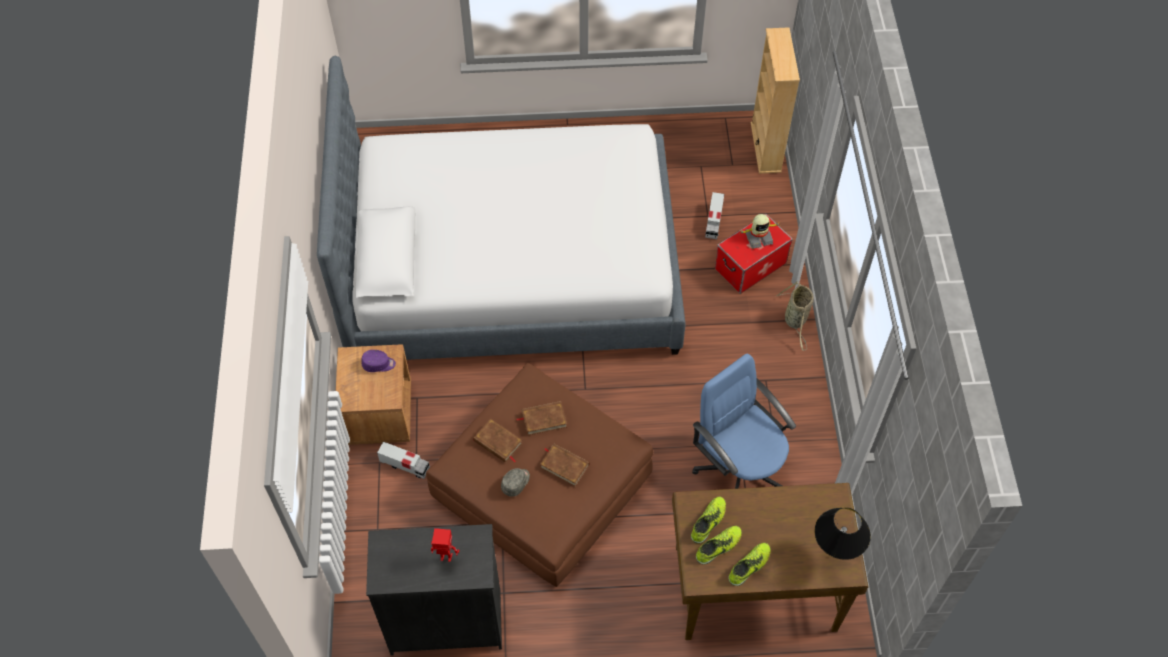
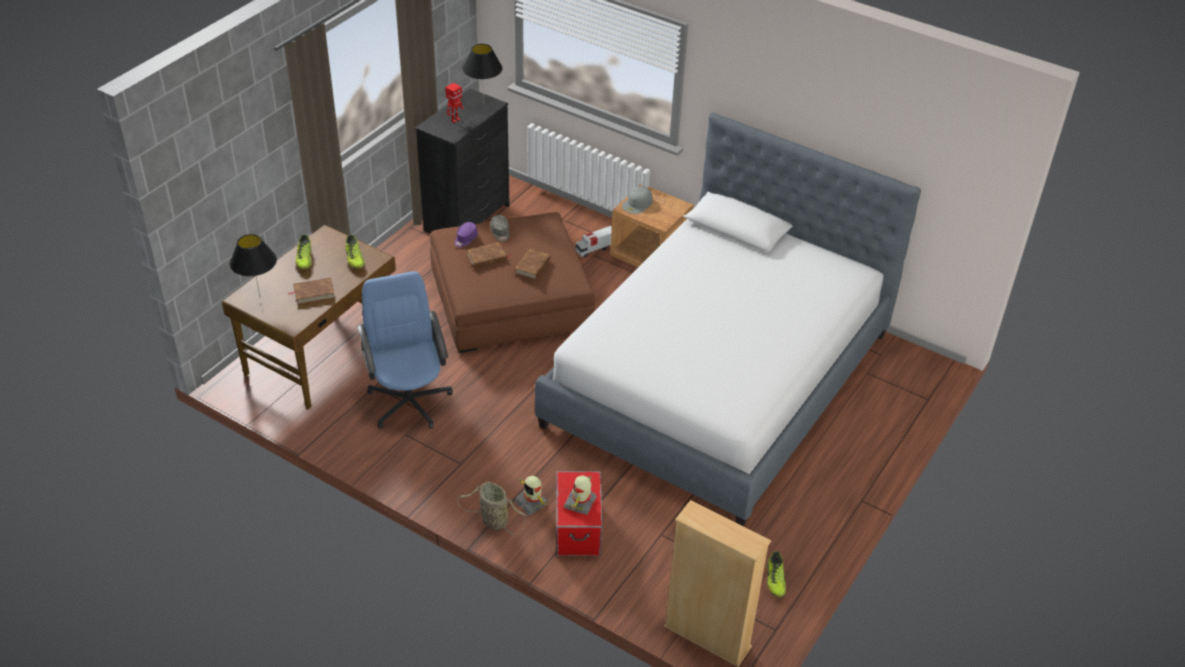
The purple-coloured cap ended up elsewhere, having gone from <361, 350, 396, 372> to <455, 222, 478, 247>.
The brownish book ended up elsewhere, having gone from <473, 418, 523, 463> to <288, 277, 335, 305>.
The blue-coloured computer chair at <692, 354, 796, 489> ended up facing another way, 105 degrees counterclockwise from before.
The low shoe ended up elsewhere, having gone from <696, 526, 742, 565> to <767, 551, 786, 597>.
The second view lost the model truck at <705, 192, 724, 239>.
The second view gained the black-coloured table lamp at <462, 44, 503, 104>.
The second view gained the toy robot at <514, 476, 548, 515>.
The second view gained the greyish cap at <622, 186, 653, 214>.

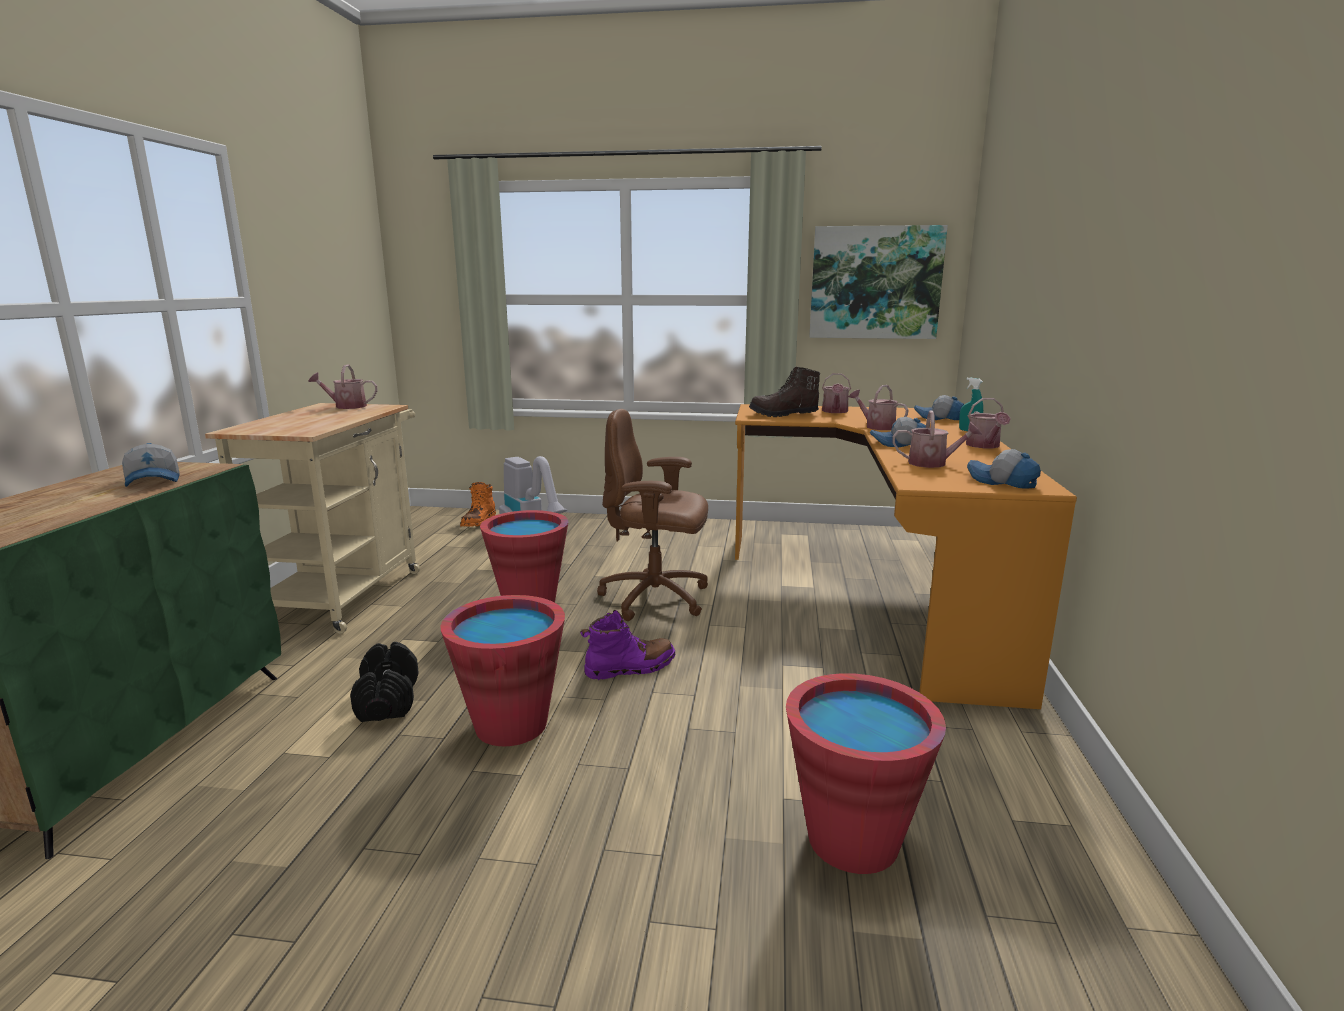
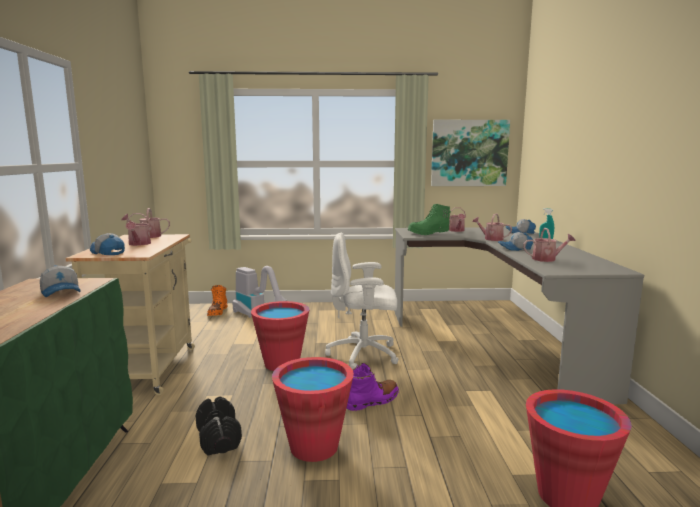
What was the brownish computer chair at <597, 409, 708, 621> turned into the white-coloured computer chair at <325, 233, 399, 369>.
What was the orangey desk table at <735, 404, 1077, 709> turned into the greyish desk table at <394, 227, 644, 404>.
What was the brownish tall boot at <749, 366, 820, 417> turned into the green tall boot at <408, 204, 451, 235>.
The watering can ended up elsewhere, having gone from <966, 398, 1011, 448> to <125, 213, 151, 246>.
The cap ended up elsewhere, having gone from <967, 449, 1041, 489> to <90, 233, 125, 255>.

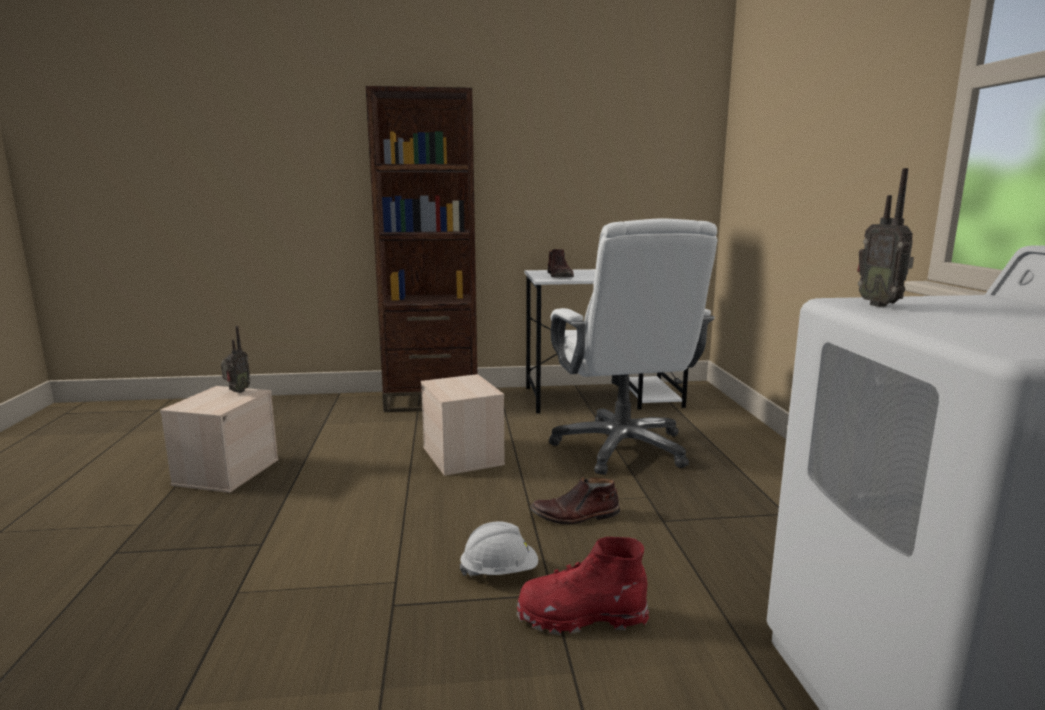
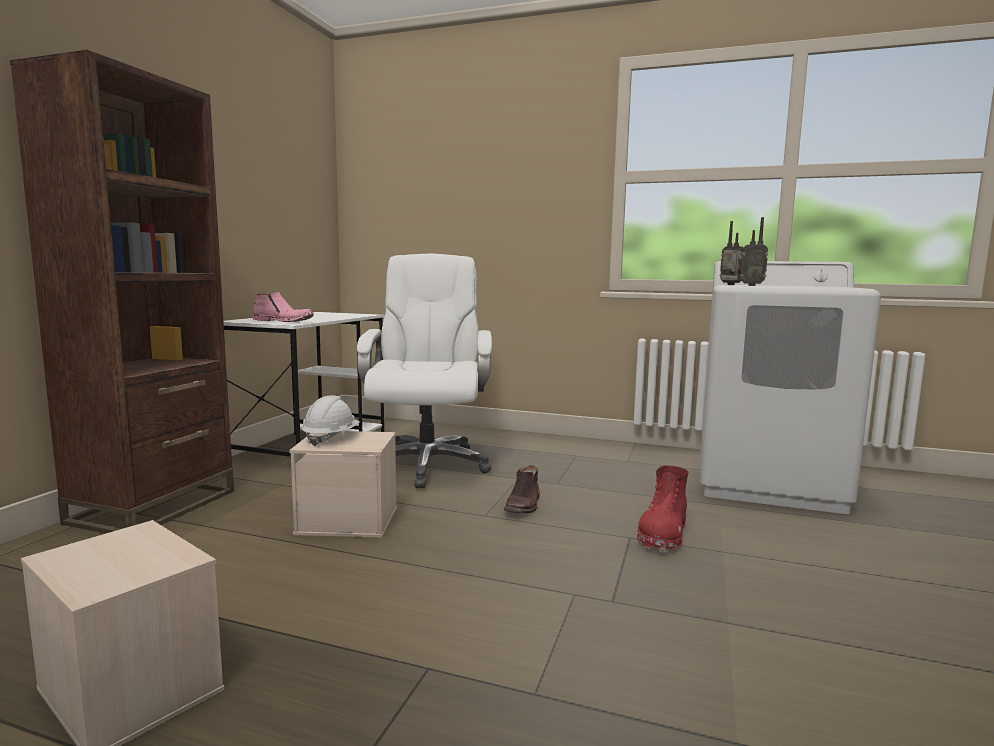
The radio ended up elsewhere, having gone from <221, 326, 251, 393> to <720, 221, 743, 285>.
The white-coloured hard hat ended up elsewhere, having gone from <460, 521, 538, 576> to <302, 395, 360, 446>.
What was the brownish tall boot at <548, 249, 574, 278> turned into the pink tall boot at <253, 292, 314, 322>.
The white-coloured computer chair at <549, 218, 717, 475> ended up facing another way, 105 degrees counterclockwise from before.

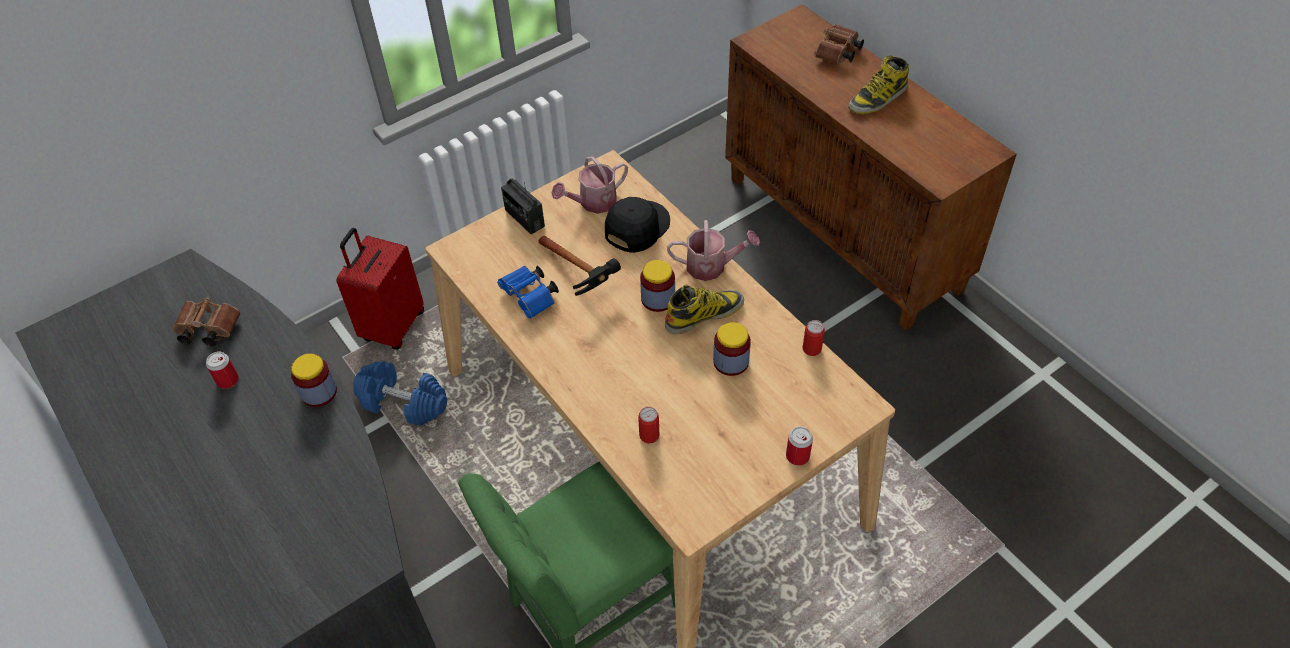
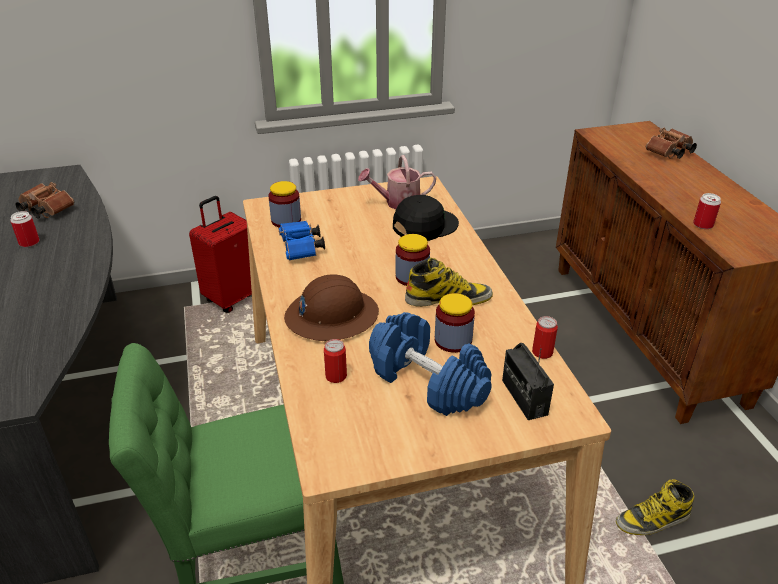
The jar ended up elsewhere, having gone from <291, 354, 337, 407> to <268, 181, 301, 228>.
The blue-coloured dumbbell ended up elsewhere, having gone from <353, 361, 447, 426> to <369, 312, 492, 416>.
The radio ended up elsewhere, having gone from <501, 178, 545, 235> to <502, 343, 554, 420>.
The second view lost the hammer at <539, 236, 621, 296>.
The second view lost the watering can at <667, 220, 760, 281>.
The metal can ended up elsewhere, having gone from <786, 426, 813, 466> to <693, 193, 721, 229>.
The tall boot ended up elsewhere, having gone from <848, 55, 909, 114> to <616, 479, 695, 535>.
The second view gained the brownish hard hat at <284, 274, 379, 341>.

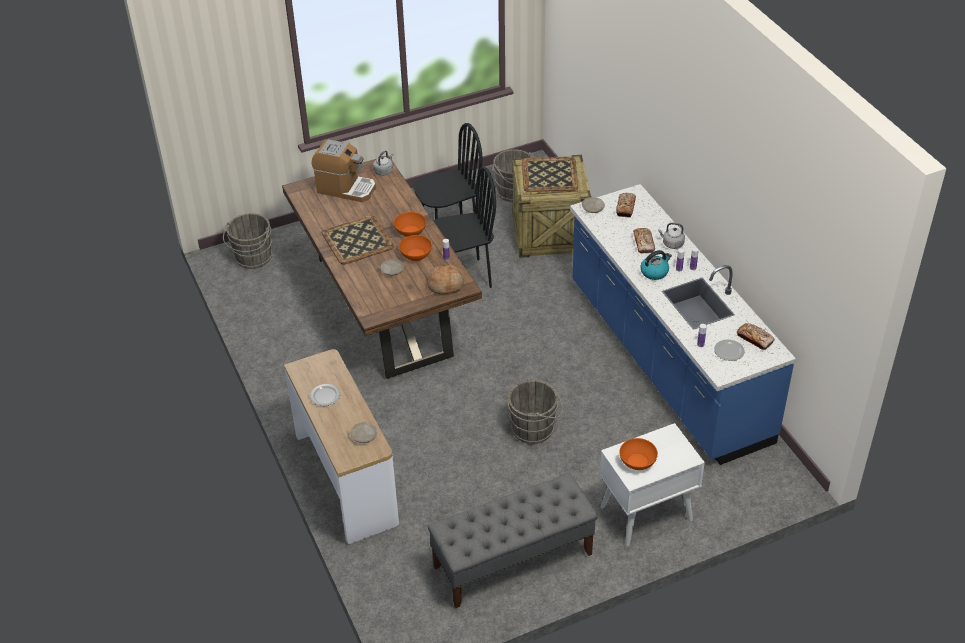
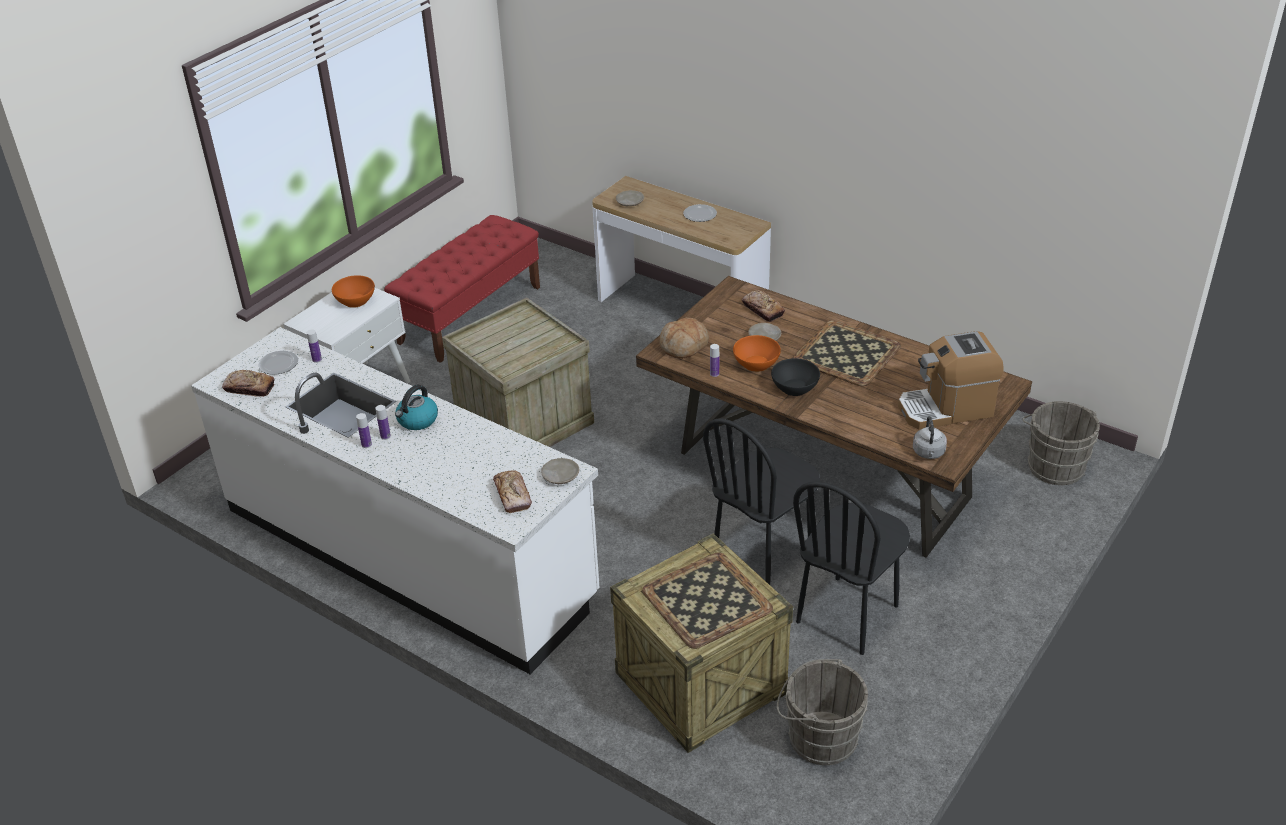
What was the orangey serving bowl at <394, 212, 426, 237> turned into the black-coloured serving bowl at <771, 358, 820, 396>.
What was the greyish indoor bench at <428, 473, 598, 608> turned into the red-coloured indoor bench at <384, 215, 540, 363>.
Where the greyish bucket stood at <508, 378, 563, 444>, the shipping crate came to stand at <442, 297, 594, 447>.
What was the blue-coloured kitchen base unit at <570, 184, 796, 465> turned into the white-coloured kitchen base unit at <191, 327, 599, 674>.
The baked bread ended up elsewhere, having gone from <633, 228, 655, 254> to <742, 290, 785, 322>.
The second view lost the greyish tea kettle at <658, 223, 685, 249>.

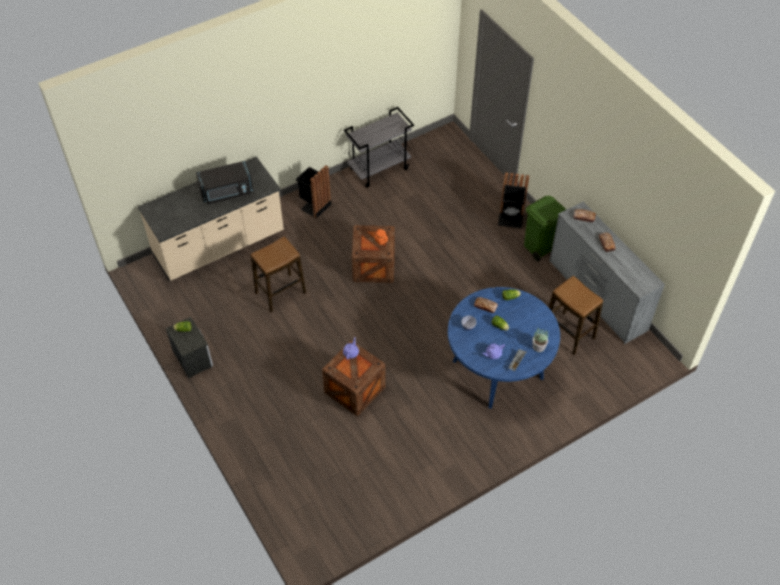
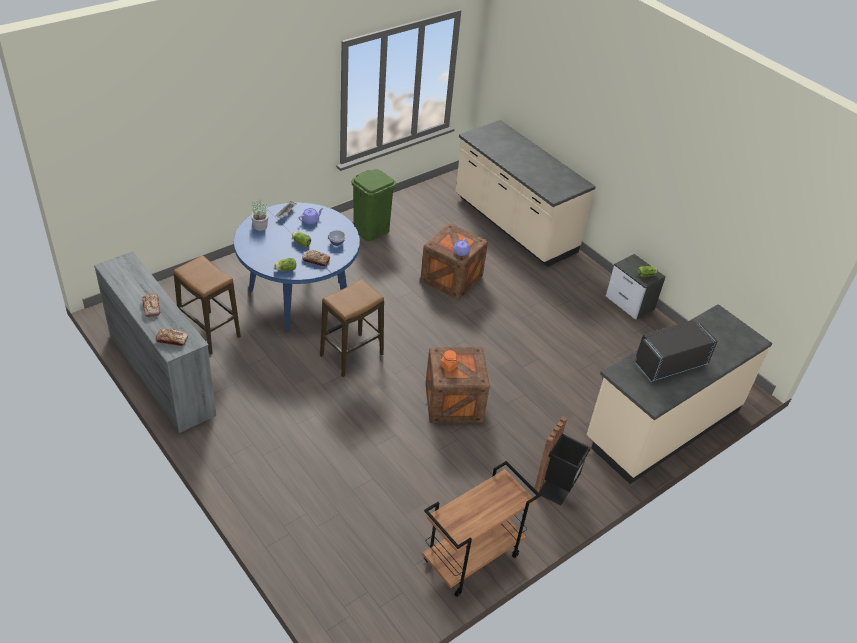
The stool ended up elsewhere, having gone from <251, 237, 306, 312> to <320, 279, 384, 377>.
What was the greyish cart at <344, 107, 414, 187> turned into the brownish cart at <422, 461, 541, 597>.
The second view lost the black-coloured trash can at <498, 172, 529, 229>.
The green trash can ended up elsewhere, having gone from <524, 196, 566, 261> to <351, 169, 396, 241>.
The second view gained the sand-coloured kitchen base unit at <455, 120, 596, 267>.

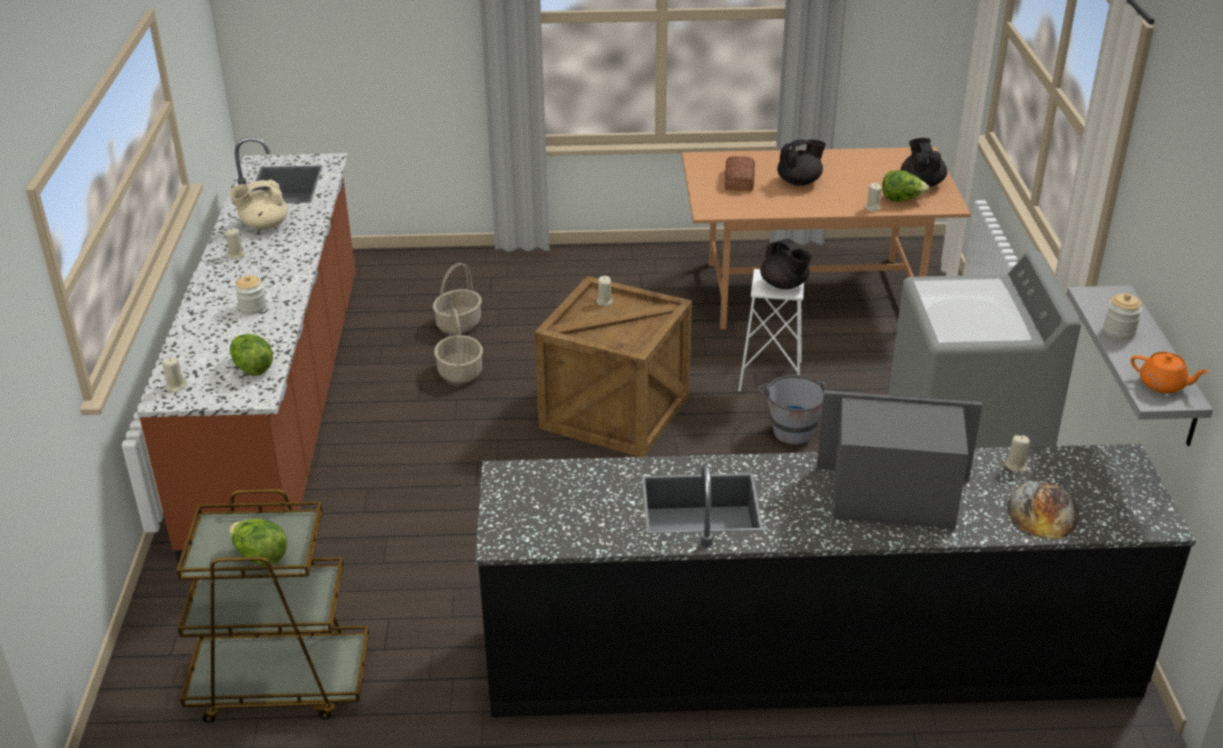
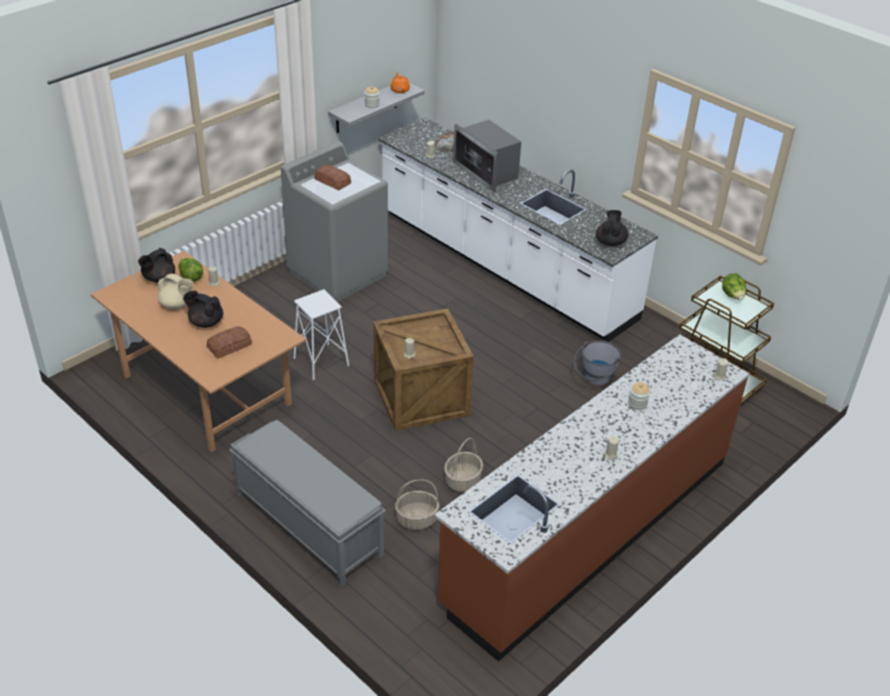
The sand-coloured teapot ended up elsewhere, having gone from <229, 179, 288, 230> to <158, 273, 193, 309>.
The second view lost the lettuce at <230, 334, 273, 376>.
What was the black-coloured kitchen base unit at <476, 444, 1196, 717> turned into the white-coloured kitchen base unit at <378, 117, 658, 342>.
The greyish bucket ended up elsewhere, having gone from <757, 375, 827, 445> to <573, 340, 621, 386>.
The black-coloured teapot ended up elsewhere, having gone from <760, 239, 812, 289> to <596, 210, 628, 246>.
The second view gained the greyish indoor bench at <229, 420, 386, 587>.
The second view gained the baked bread at <314, 165, 351, 190>.

